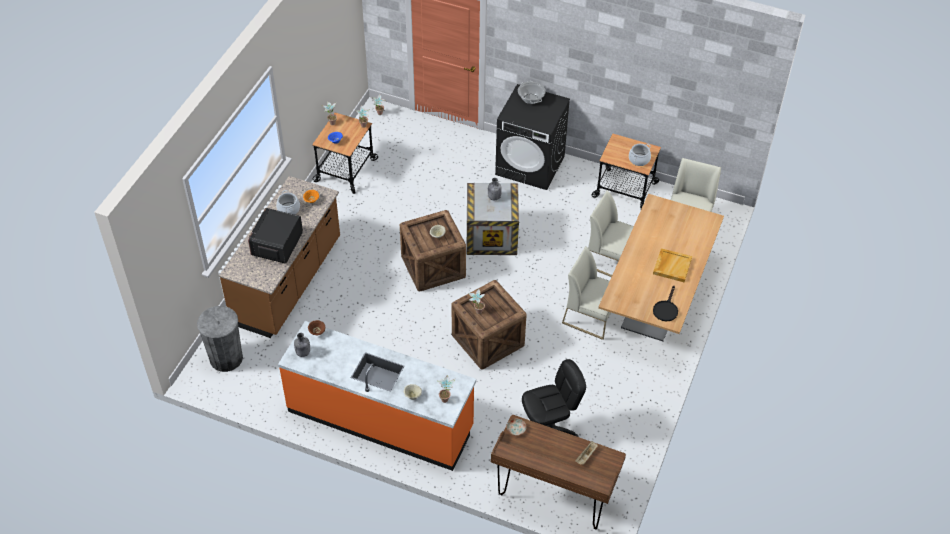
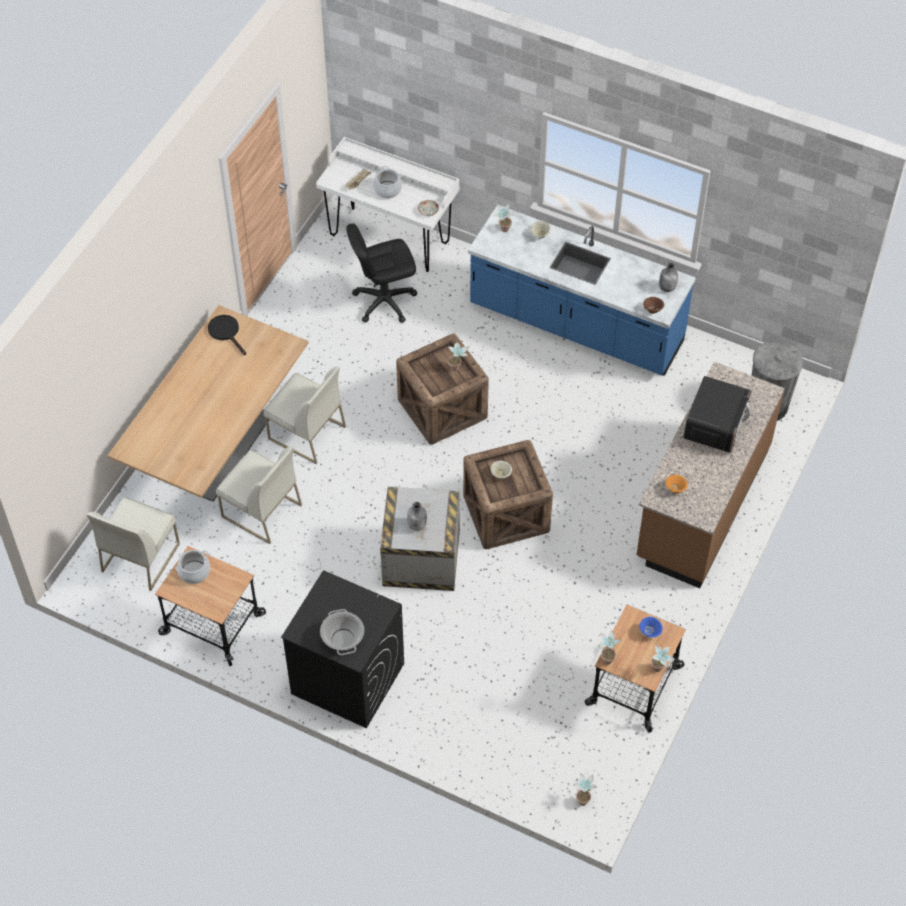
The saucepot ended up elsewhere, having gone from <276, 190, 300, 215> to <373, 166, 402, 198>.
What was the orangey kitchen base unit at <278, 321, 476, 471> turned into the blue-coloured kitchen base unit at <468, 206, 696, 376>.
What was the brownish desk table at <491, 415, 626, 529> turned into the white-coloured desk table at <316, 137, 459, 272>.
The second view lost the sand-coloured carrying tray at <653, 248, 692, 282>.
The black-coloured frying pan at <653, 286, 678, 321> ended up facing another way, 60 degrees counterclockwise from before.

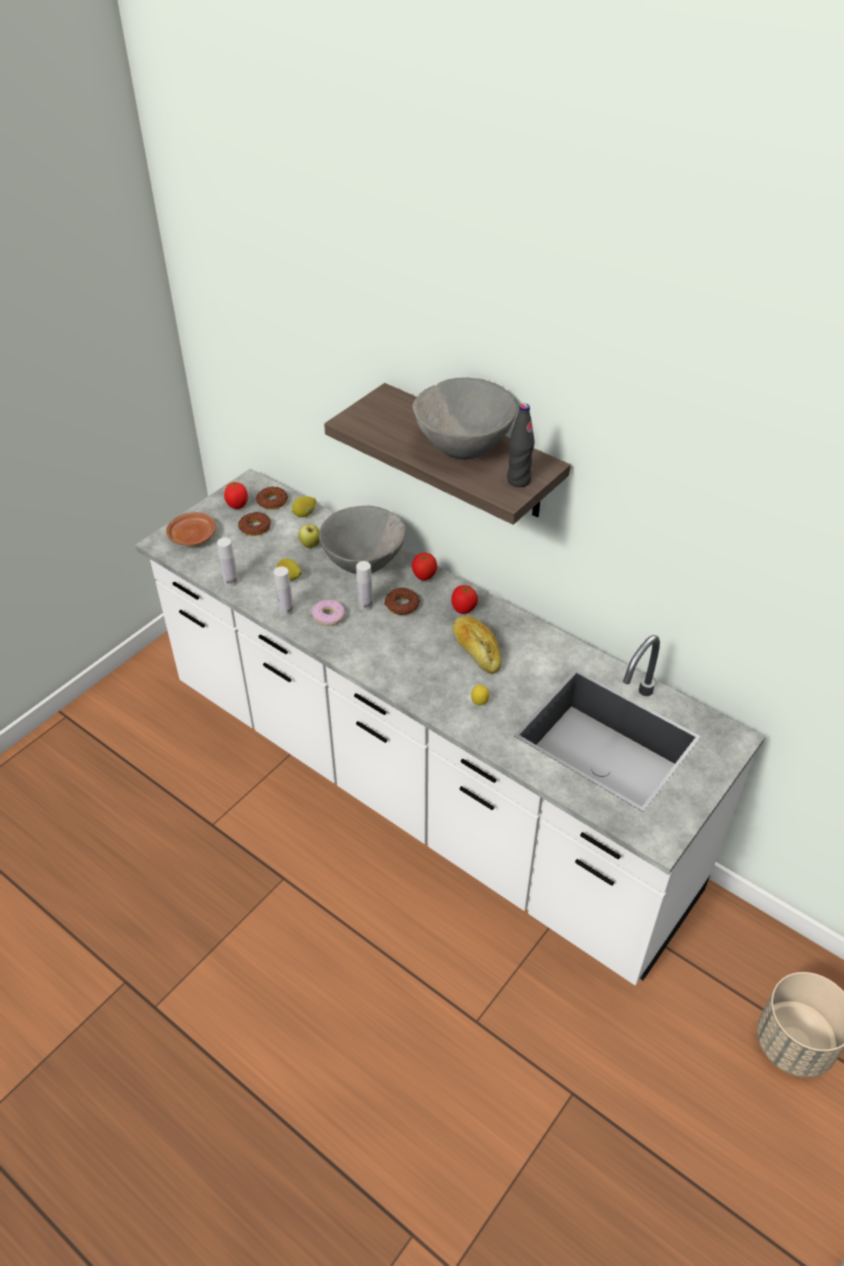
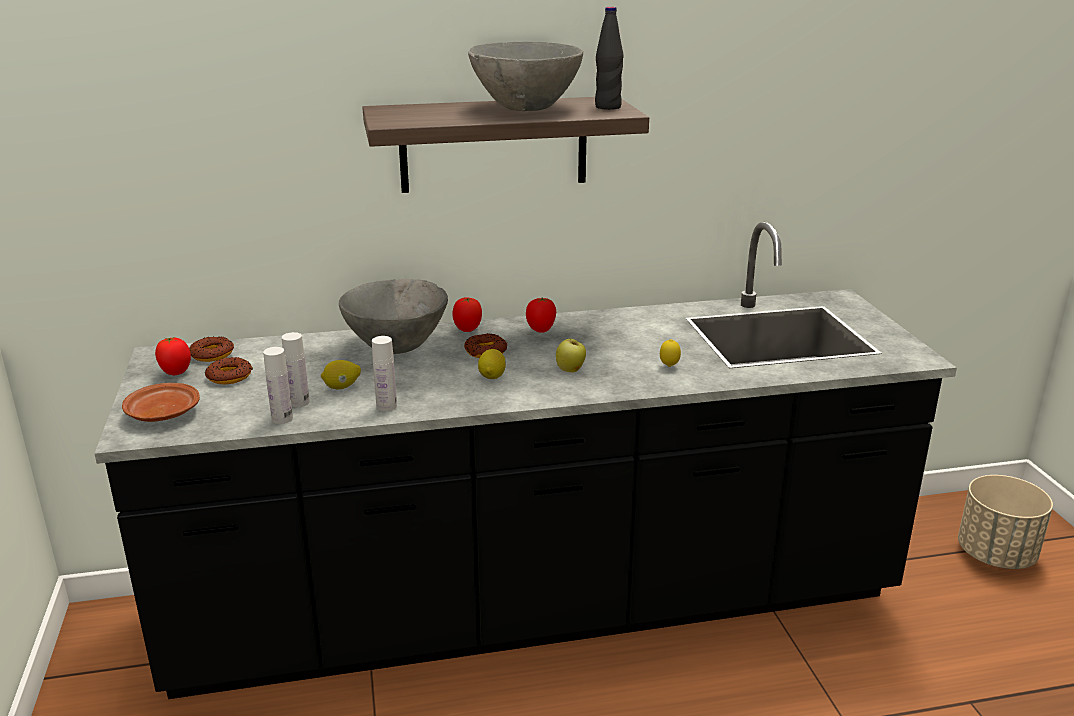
What was the white-coloured kitchen base unit at <135, 468, 765, 985> turned into the black-coloured kitchen base unit at <94, 222, 957, 699>.
The whole lemon ended up elsewhere, having gone from <292, 496, 316, 517> to <478, 349, 506, 379>.
The apple fruit ended up elsewhere, having gone from <298, 524, 320, 548> to <556, 338, 586, 372>.
The second view lost the donut at <312, 600, 345, 626>.
The white-coloured bottle ended up elsewhere, having gone from <356, 561, 373, 611> to <282, 332, 310, 407>.
The second view lost the baked bread at <452, 616, 501, 674>.

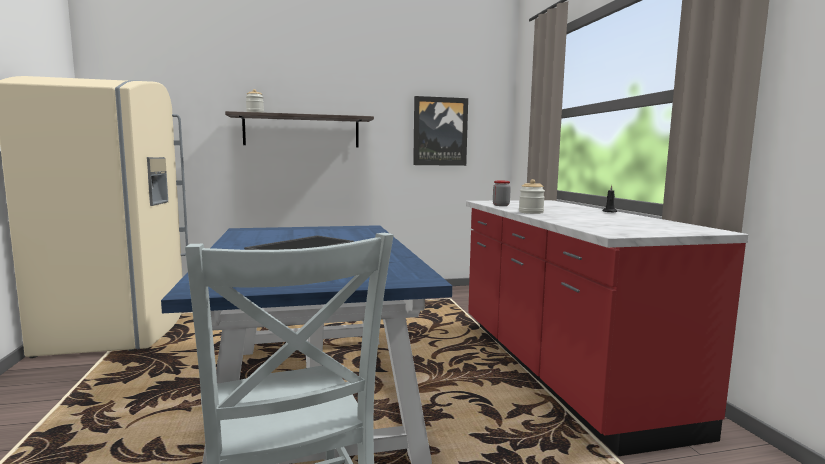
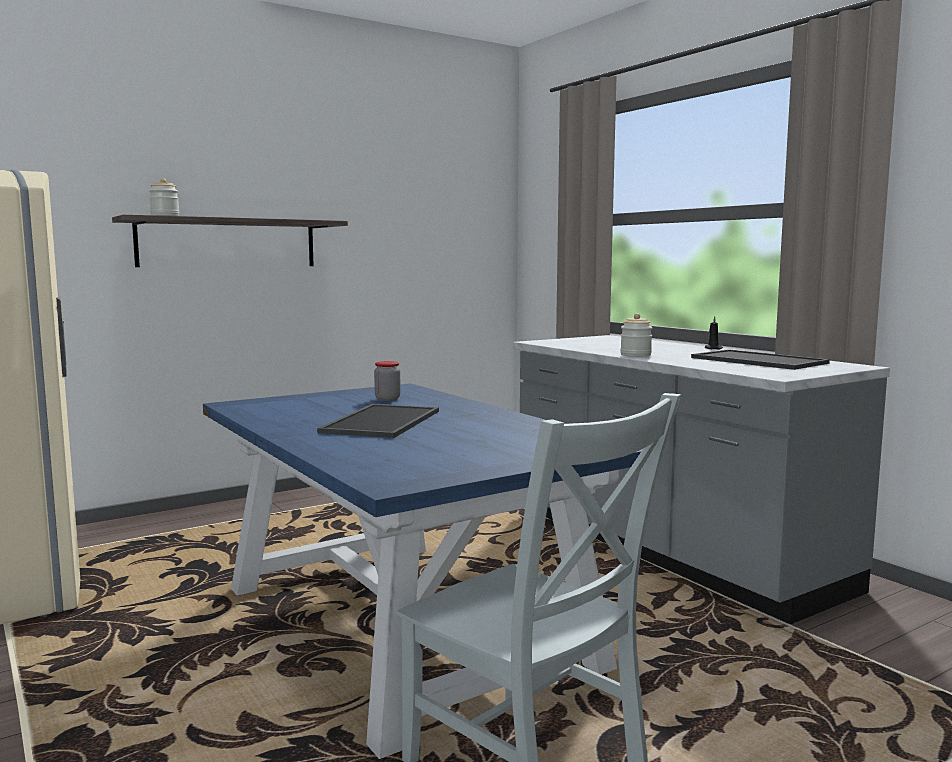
The second view lost the wall picture at <413, 96, 468, 166>.
What was the red-coloured kitchen base unit at <466, 200, 749, 456> turned into the greyish kitchen base unit at <513, 335, 890, 624>.
The jar ended up elsewhere, having gone from <493, 181, 511, 206> to <374, 361, 401, 401>.
The second view gained the carrying tray at <691, 349, 830, 370>.

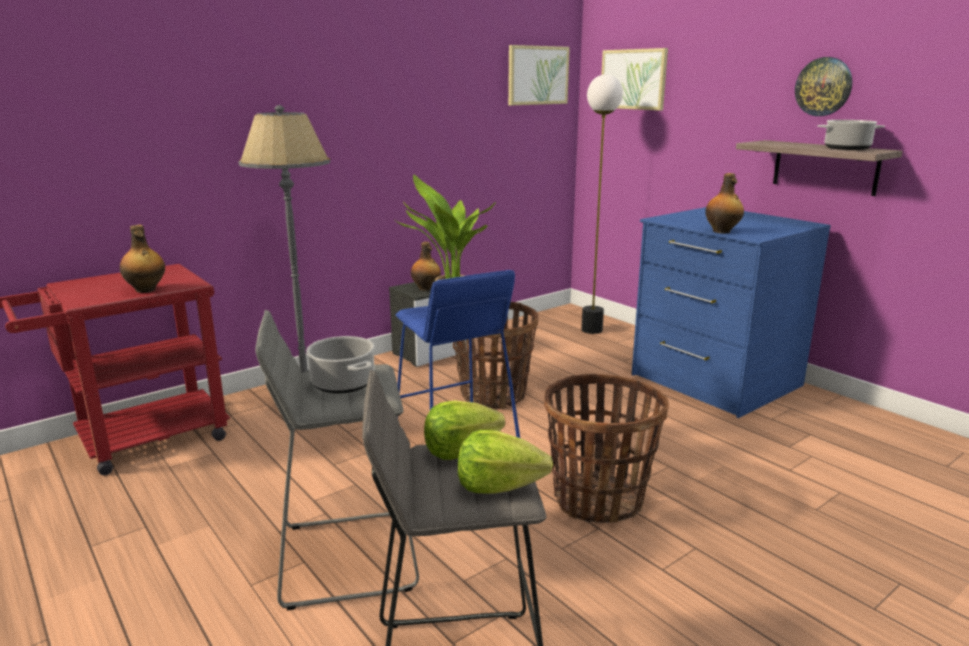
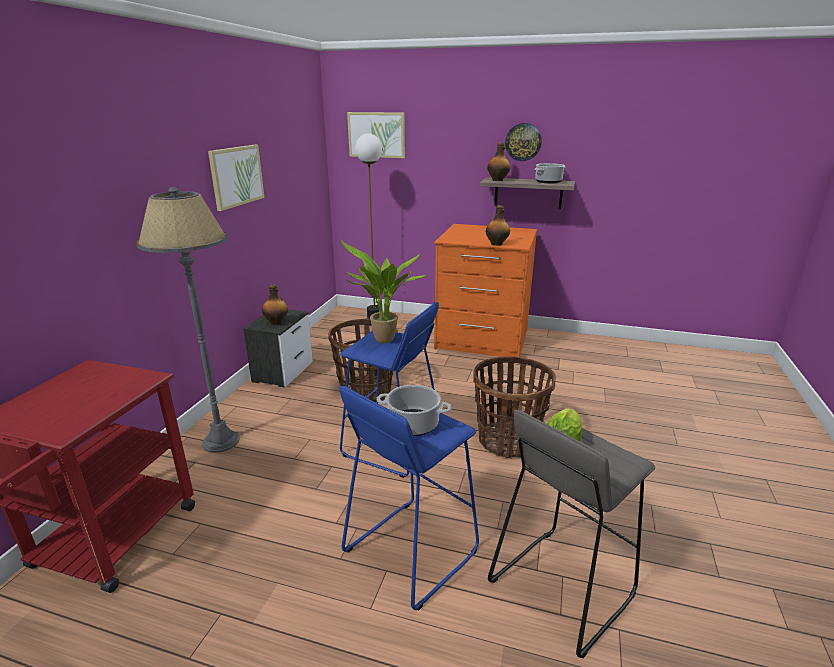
The bottle ended up elsewhere, having gone from <120, 225, 165, 293> to <487, 143, 510, 181>.
What was the greyish stool at <255, 310, 419, 610> turned into the blue-coloured stool at <339, 386, 479, 611>.
The second view lost the lettuce at <458, 430, 553, 494>.
The wall picture ended up elsewhere, having gone from <508, 45, 570, 105> to <208, 145, 265, 211>.
What was the blue-coloured dresser at <632, 207, 831, 418> turned into the orangey dresser at <434, 224, 537, 357>.

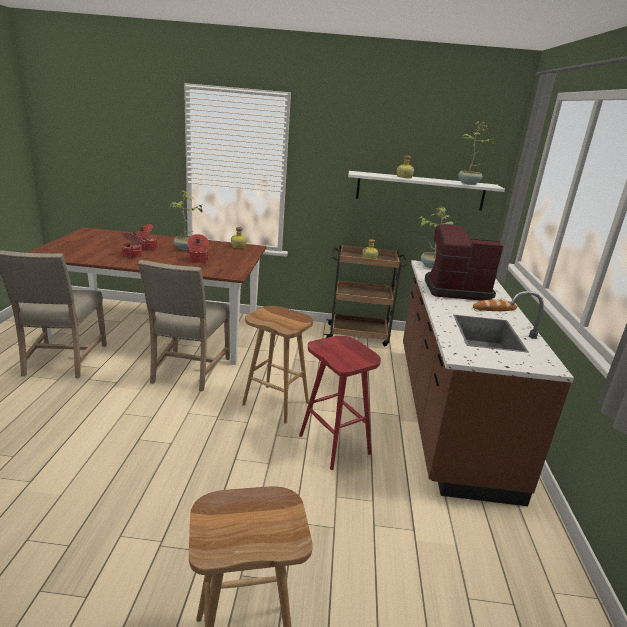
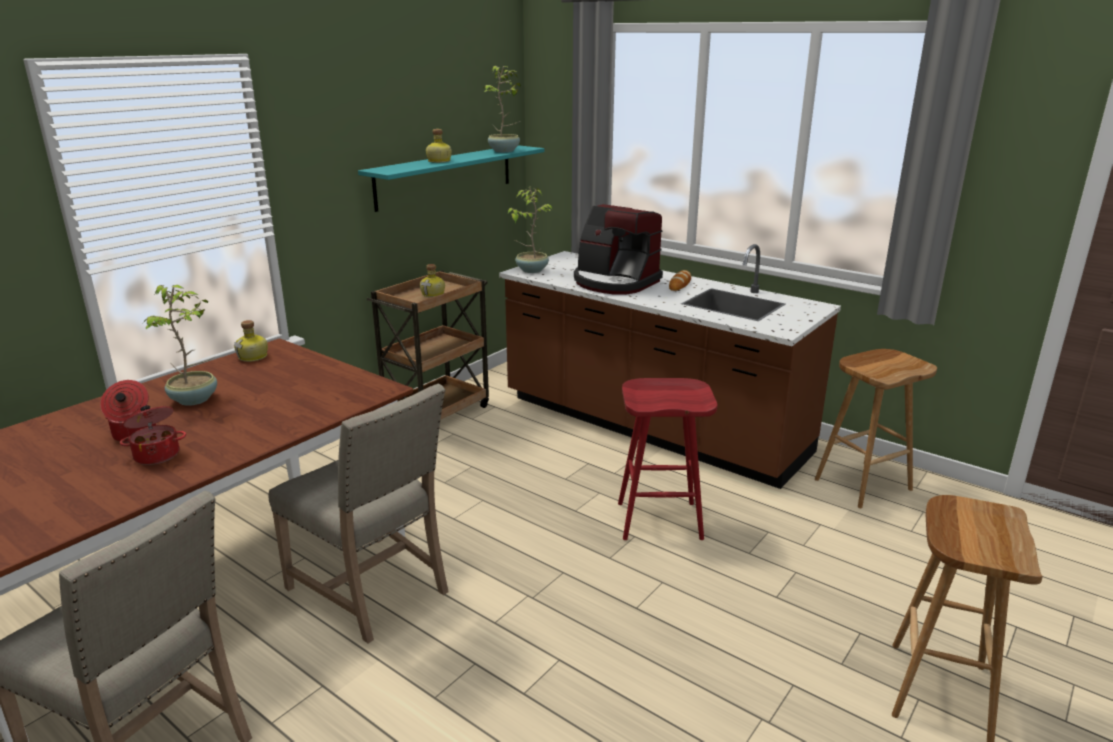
The second view lost the saucepot at <186, 234, 212, 263>.
The brownish stool ended up elsewhere, having gone from <242, 306, 313, 424> to <815, 349, 937, 508>.
What was the white-coloured bracket shelf at <348, 171, 505, 211> turned into the turquoise bracket shelf at <358, 145, 545, 212>.
The coffee machine at <425, 224, 503, 301> ended up facing another way, 90 degrees counterclockwise from before.

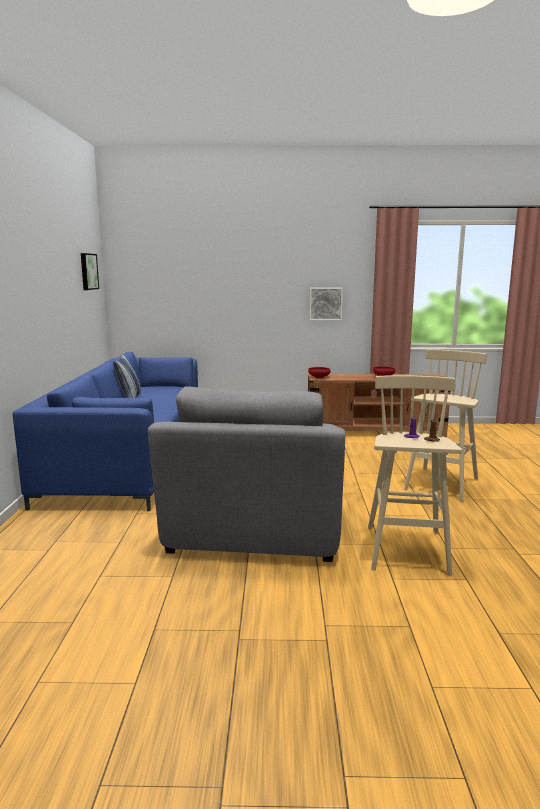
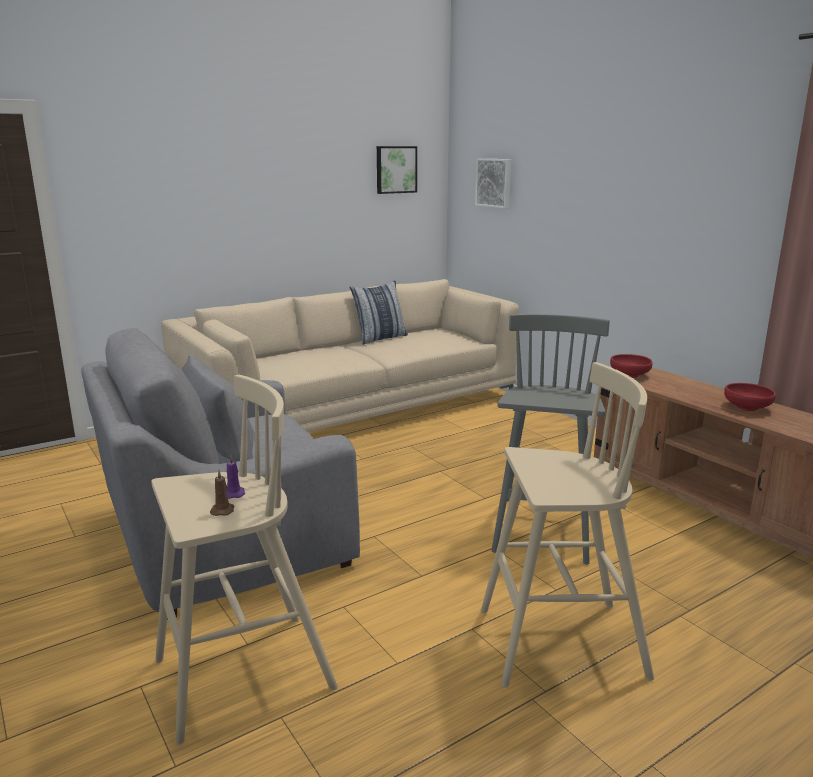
What was the blue-coloured sofa at <13, 352, 198, 511> turned into the sand-coloured sofa at <161, 279, 519, 432>.
The wall picture ended up elsewhere, having gone from <310, 288, 343, 320> to <475, 159, 511, 208>.
The second view gained the greyish stool at <491, 314, 610, 565>.

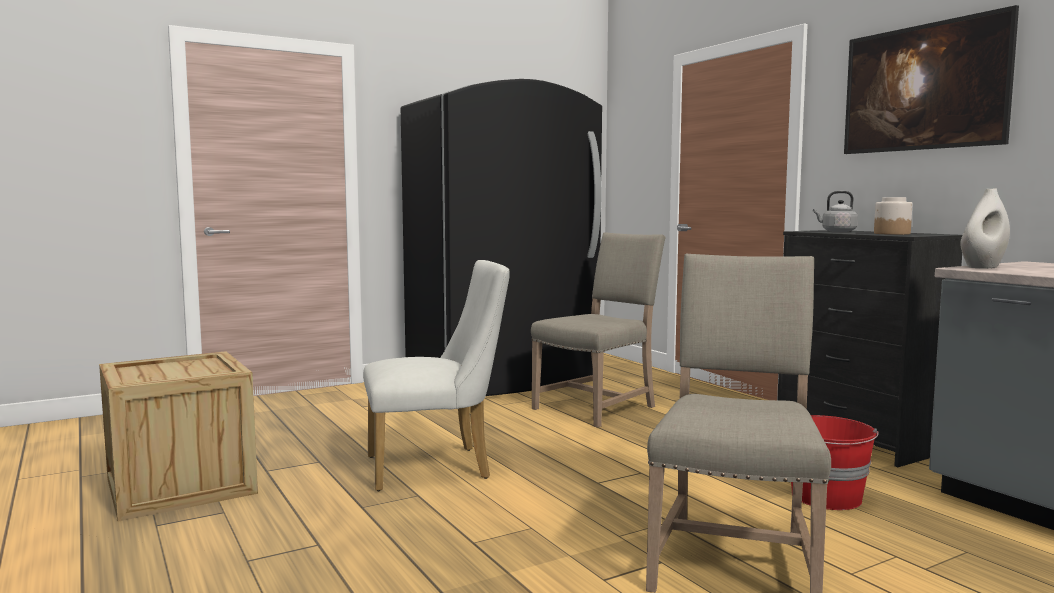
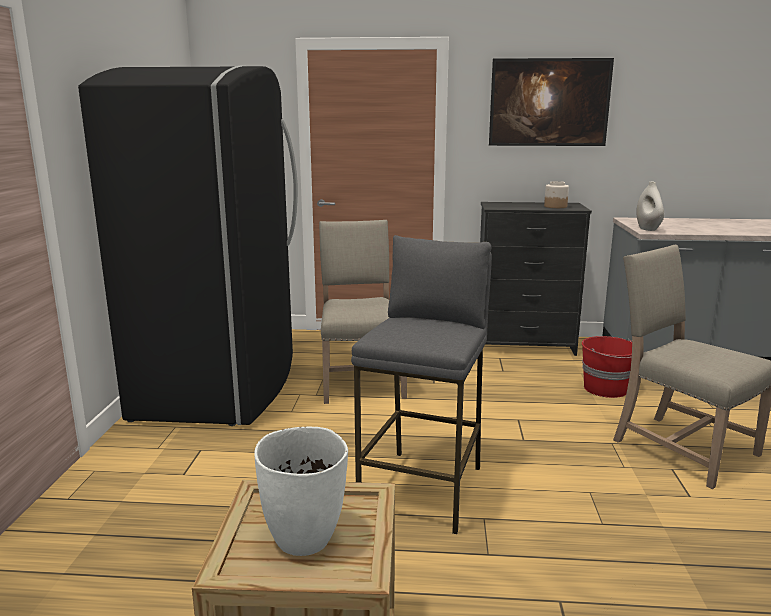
Where the white-coloured upright chair stood at <363, 260, 510, 491>, the greyish stool came to stand at <351, 235, 492, 534>.
The second view lost the greyish tea kettle at <813, 191, 858, 232>.
The second view gained the white-coloured decorative vase at <254, 427, 348, 556>.

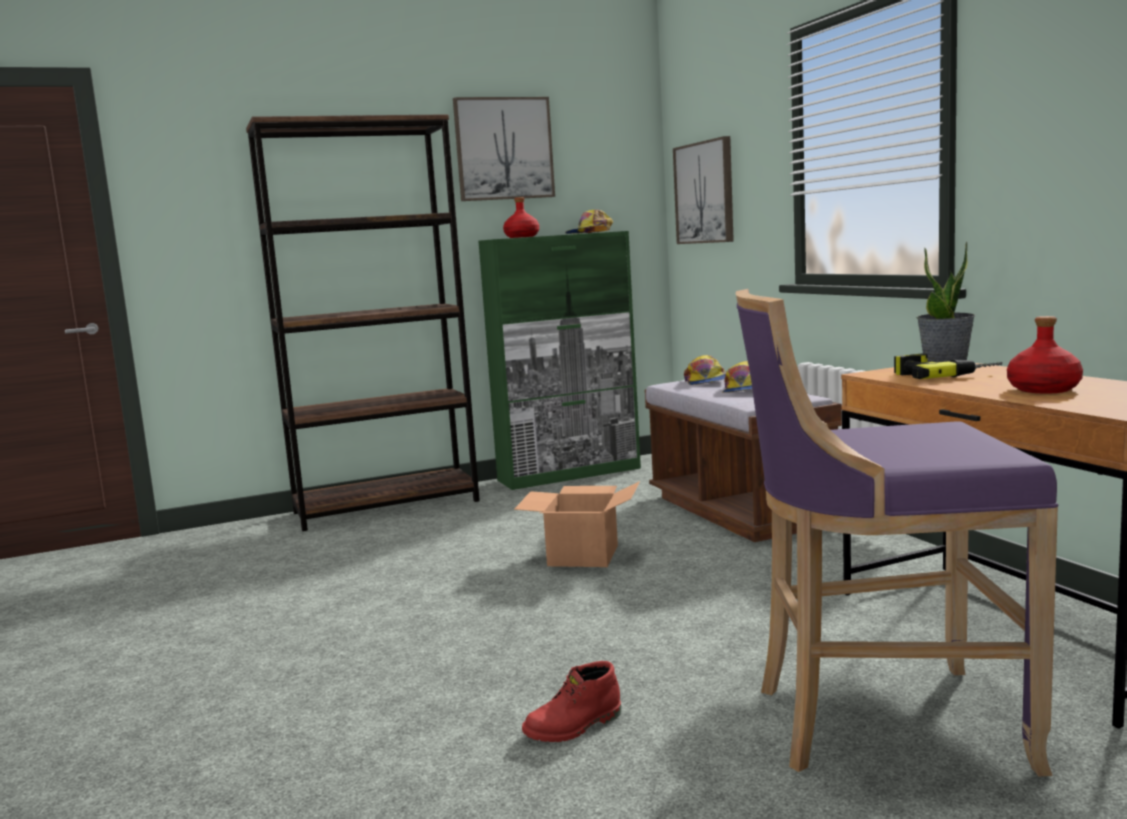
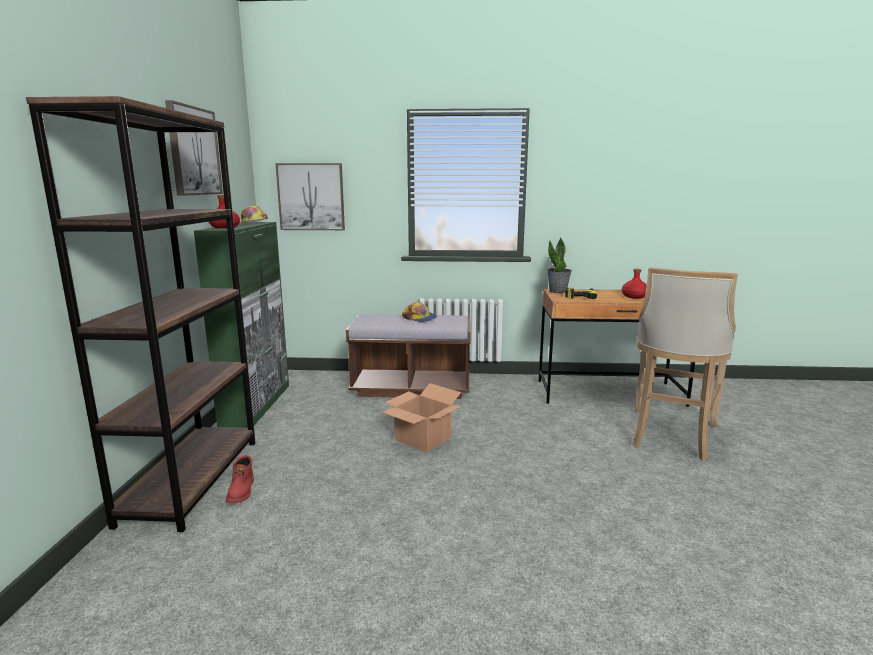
The red-coloured tall boot ended up elsewhere, having gone from <522, 661, 621, 742> to <226, 455, 254, 503>.
The second view lost the cap at <684, 355, 726, 385>.
What was the purple-coloured stool at <736, 289, 1058, 776> turned into the sand-coloured stool at <633, 267, 738, 461>.

